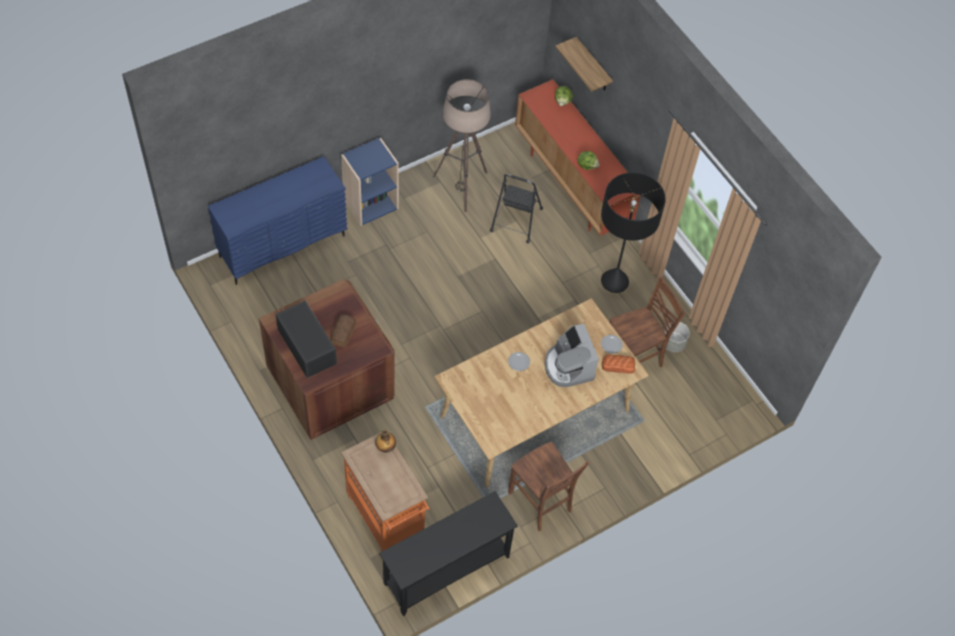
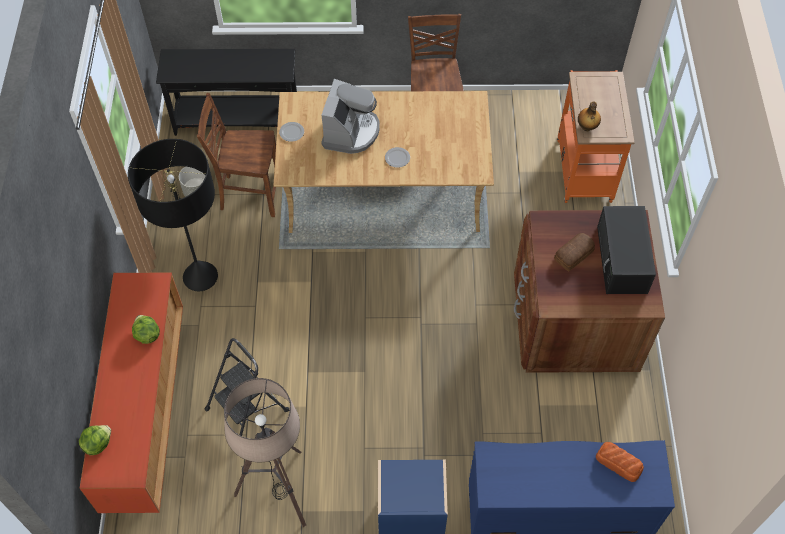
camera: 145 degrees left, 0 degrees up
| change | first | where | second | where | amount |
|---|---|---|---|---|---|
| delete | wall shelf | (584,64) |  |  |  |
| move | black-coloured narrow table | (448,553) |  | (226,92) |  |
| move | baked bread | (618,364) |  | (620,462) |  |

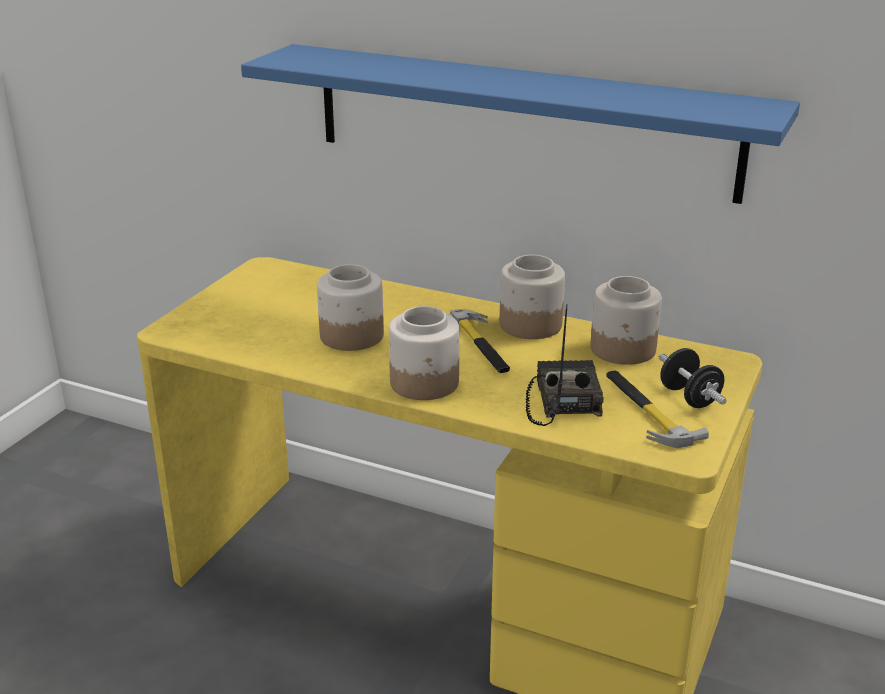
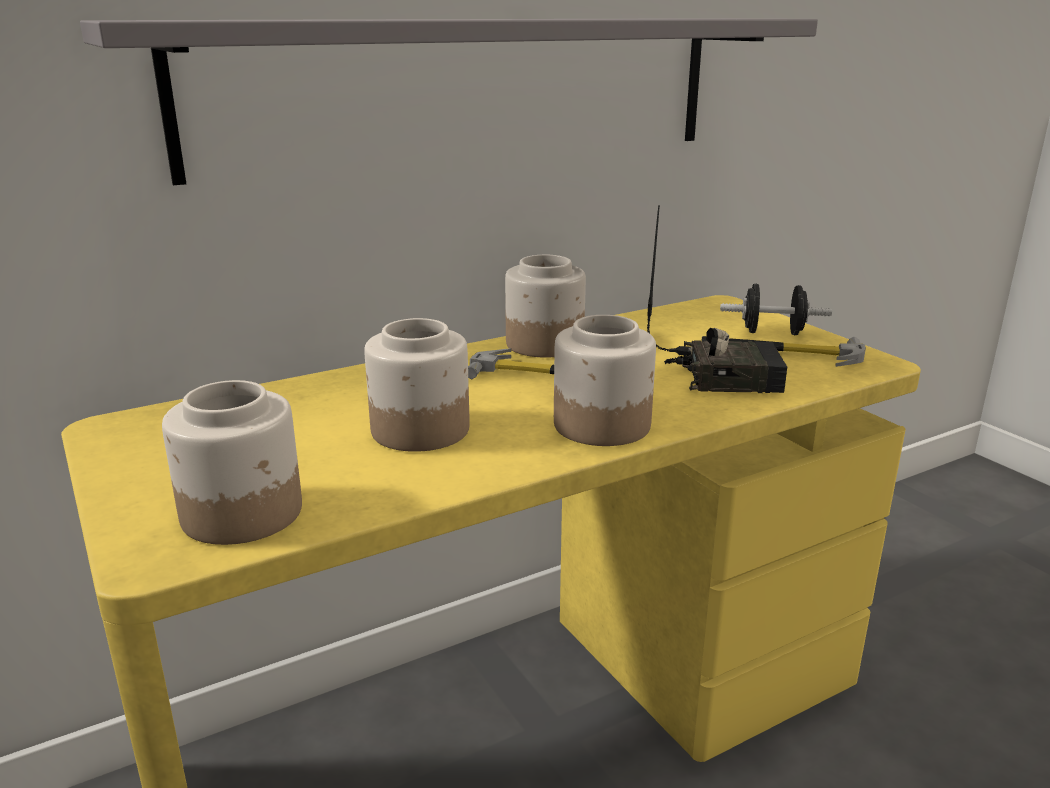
camera: 55 degrees left, 5 degrees down
| change | first | where | second | where | amount |
|---|---|---|---|---|---|
| move | storage jar | (626,320) |  | (232,462) |  |
| recolor | blue wall shelf | (520,124) | grey wall shelf | (449,101) |  |
| rotate | radio set | (565,365) |  | (717,299) | 150 degrees clockwise |

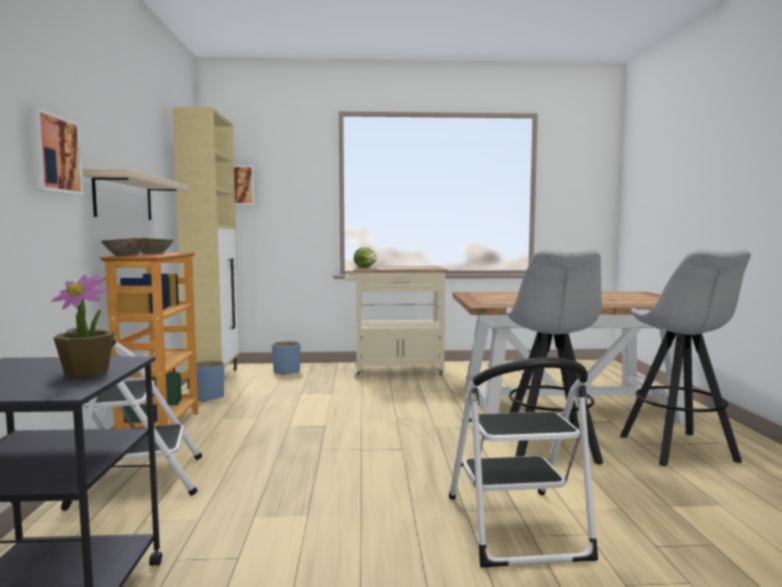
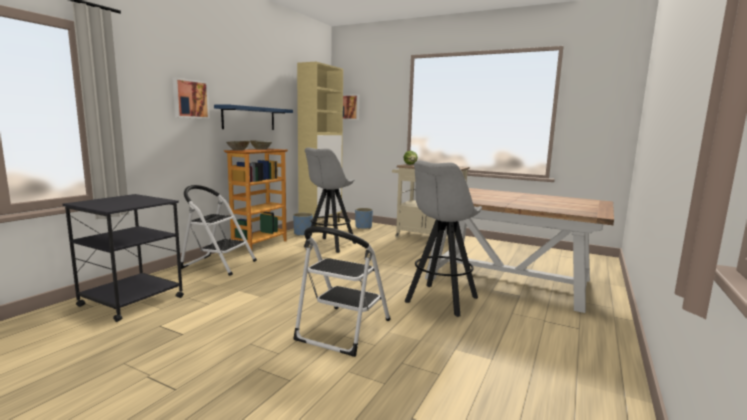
camera: 30 degrees right, 5 degrees up
| change | first | where | second | where | amount |
|---|---|---|---|---|---|
| delete | houseplant | (83,326) |  |  |  |
| move | grey stool seat | (685,357) |  | (330,200) |  |
| recolor | beige wall shelf | (135,194) | blue wall shelf | (253,117) |  |

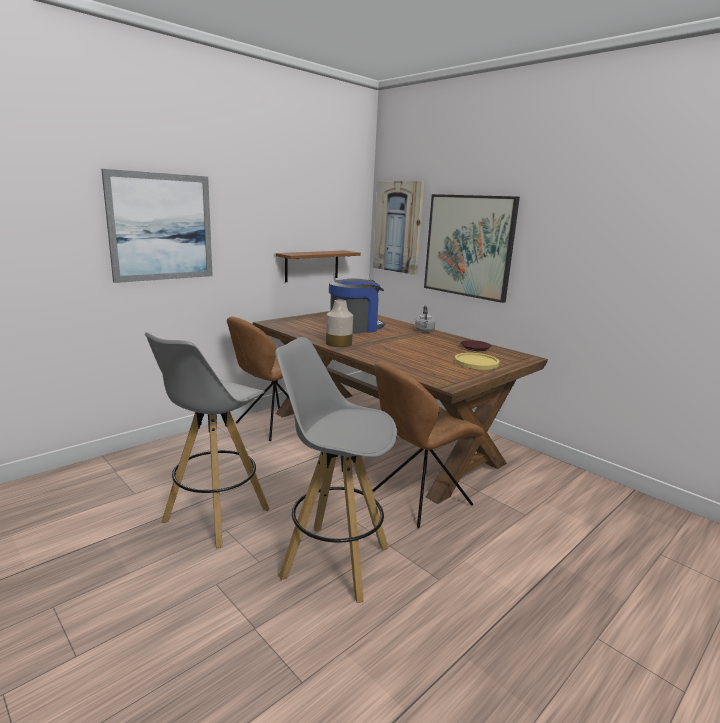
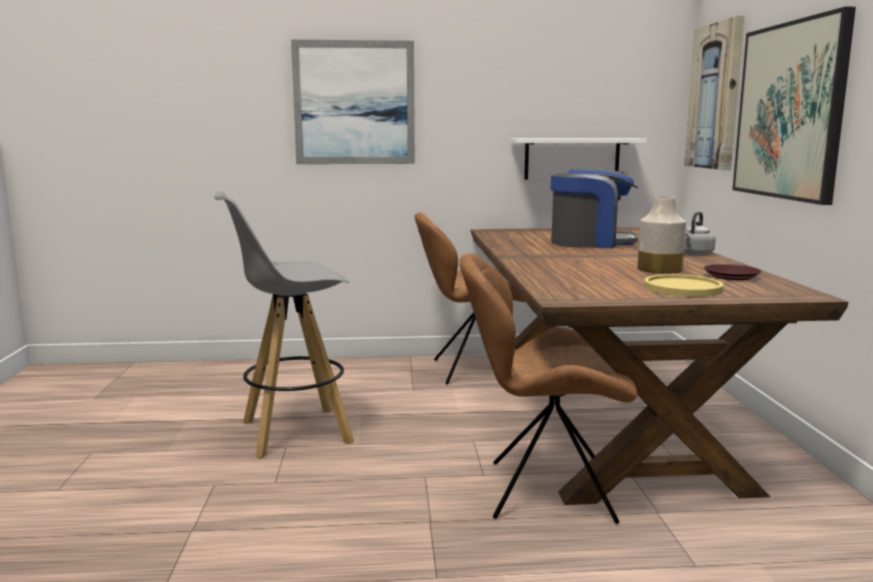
camera: 40 degrees right, 5 degrees down
| change | first | where | second | where | amount |
|---|---|---|---|---|---|
| delete | grey stool seat | (336,470) |  |  |  |
| move | beige flower vase | (339,323) |  | (661,235) |  |
| recolor | brownish wall shelf | (318,266) | white wall shelf | (578,158) |  |

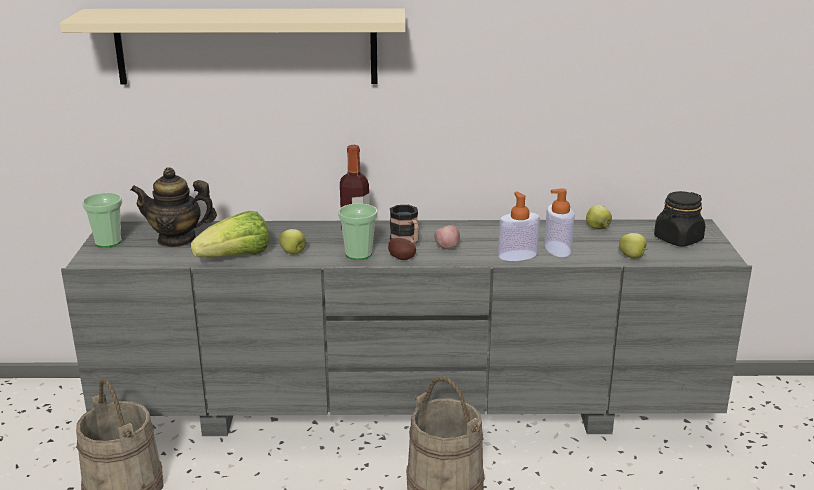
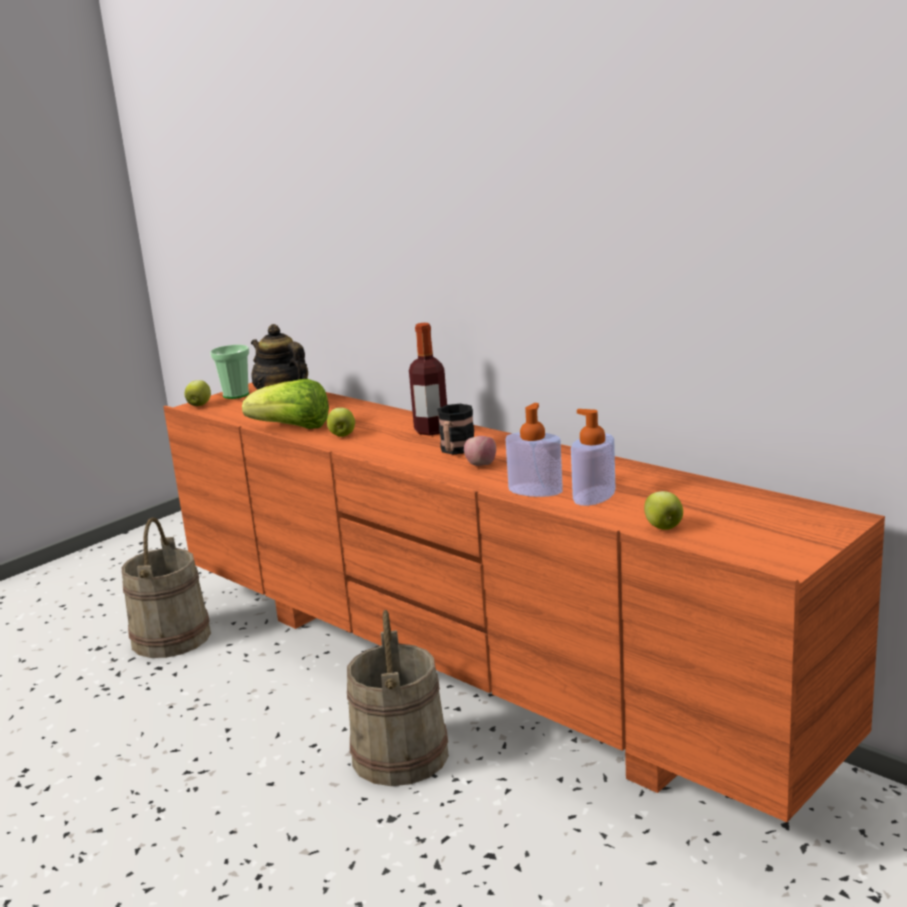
camera: 45 degrees right, 5 degrees down
| change | first | where | second | where | amount |
|---|---|---|---|---|---|
| delete | beige wall shelf | (232,47) |  |  |  |
| delete | cup | (358,231) |  |  |  |
| delete | spud | (402,249) |  |  |  |
| delete | black-coloured storage jar | (679,219) |  |  |  |
| move | apple | (599,217) |  | (198,393) |  |
| recolor | grey cabinet | (406,327) | orange-coloured cabinet | (524,602) |  |

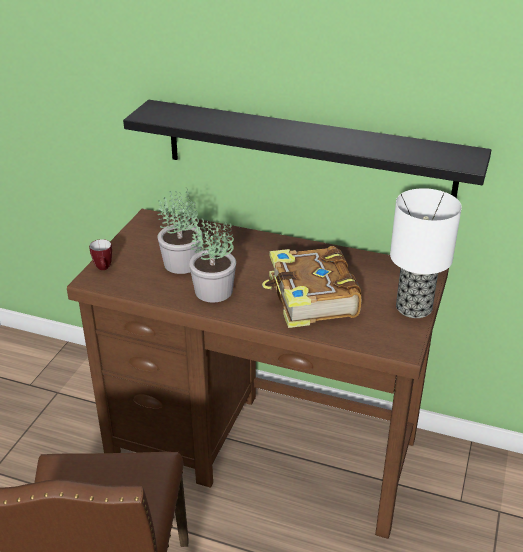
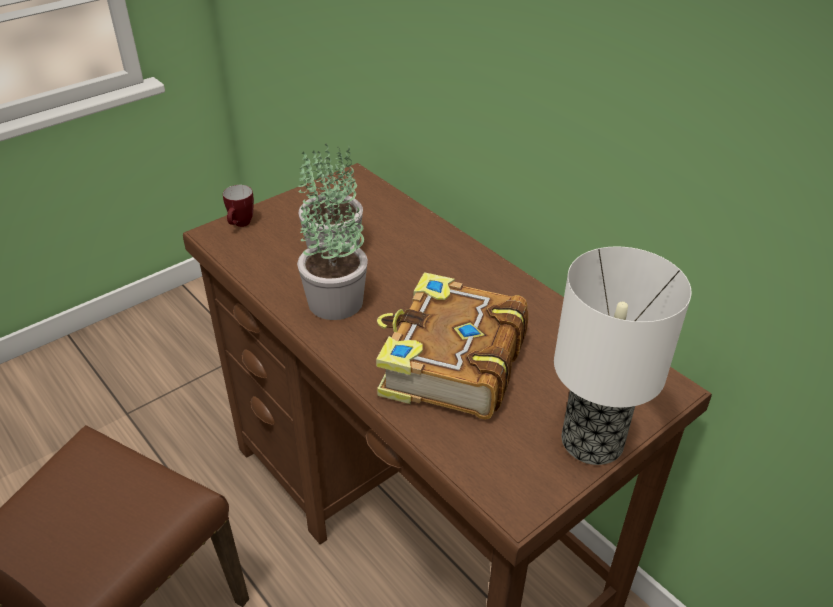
camera: 30 degrees right, 5 degrees up
| change | first | where | second | where | amount |
|---|---|---|---|---|---|
| delete | black-coloured wall shelf | (307,149) |  |  |  |

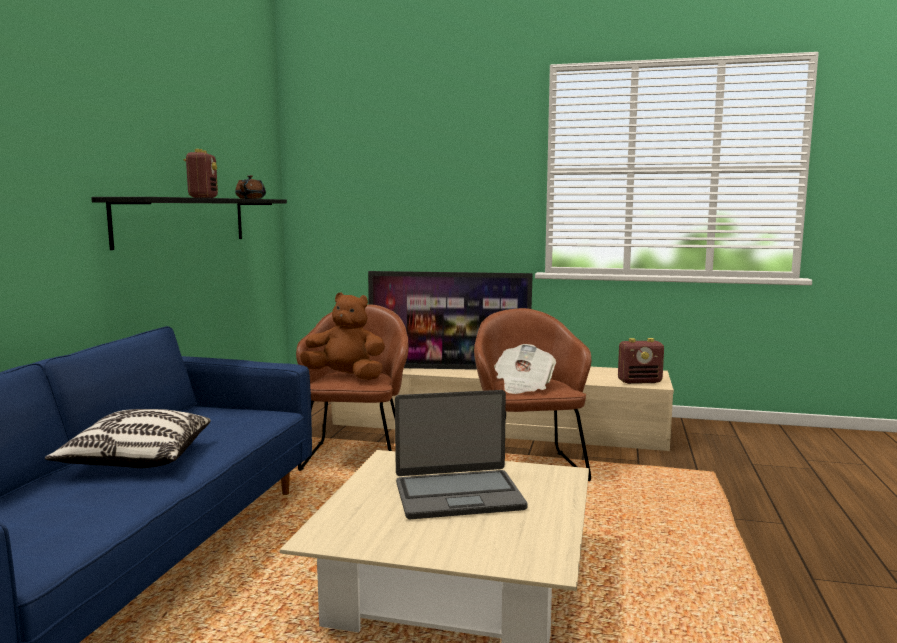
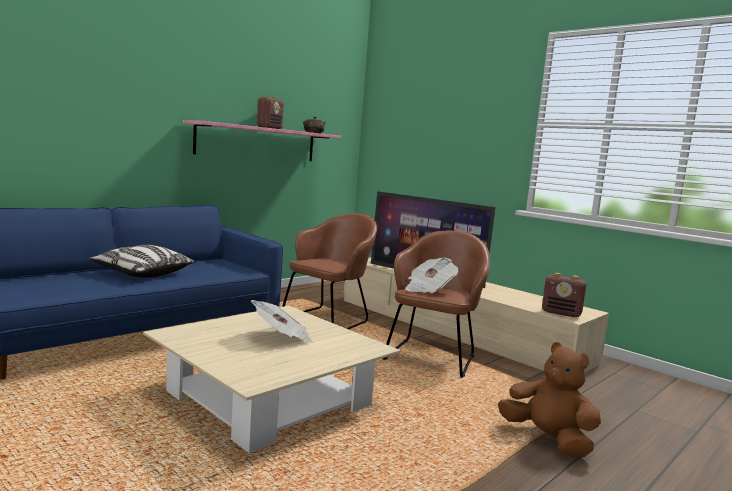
camera: 30 degrees right, 0 degrees up
| change | first | where | second | where | amount |
|---|---|---|---|---|---|
| move | brownish plush toy | (342,336) |  | (549,399) |  |
| replace | laptop | (461,454) | newspaper | (282,321) |  |
| recolor | black-coloured wall shelf | (189,223) | pink wall shelf | (261,140) |  |

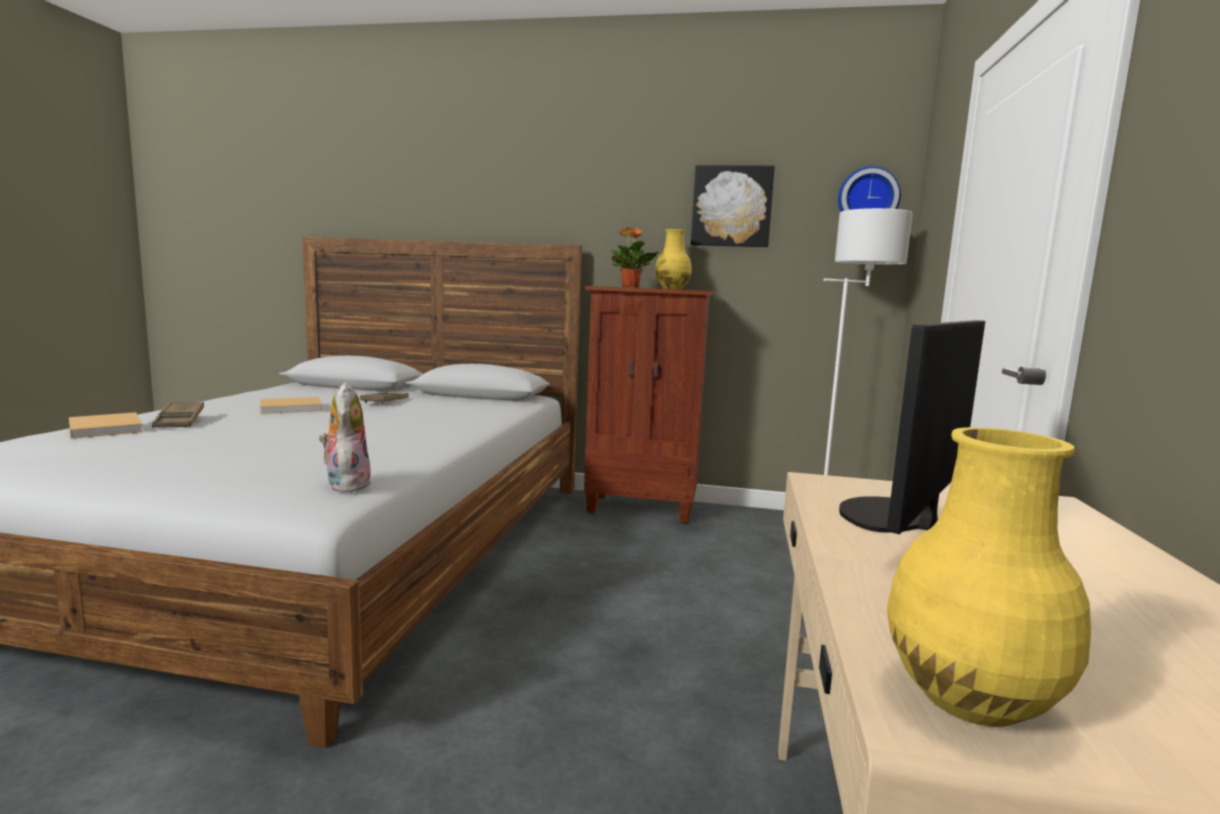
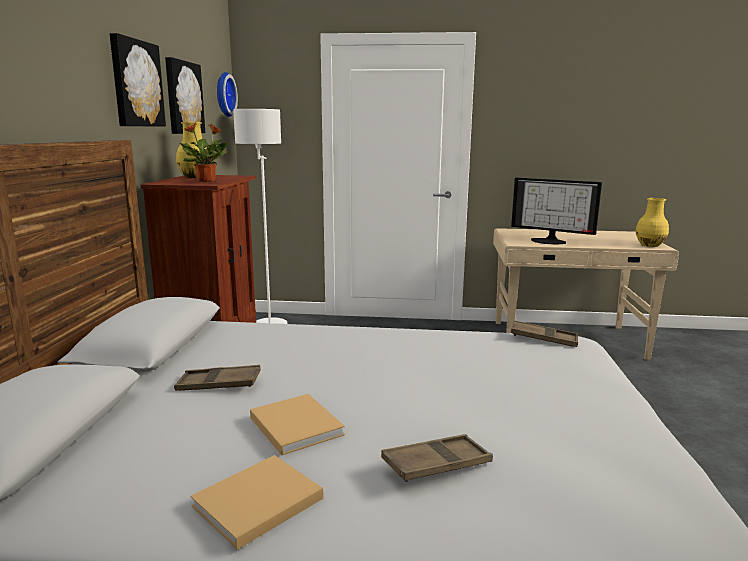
camera: 95 degrees left, 5 degrees up
| change | first | where | second | where | amount |
|---|---|---|---|---|---|
| insert |  |  | wall art | (137,80) |  |
| move | beige volume | (106,425) |  | (257,502) |  |
| replace | plush toy | (345,437) | brownish carrying tray | (544,333) |  |

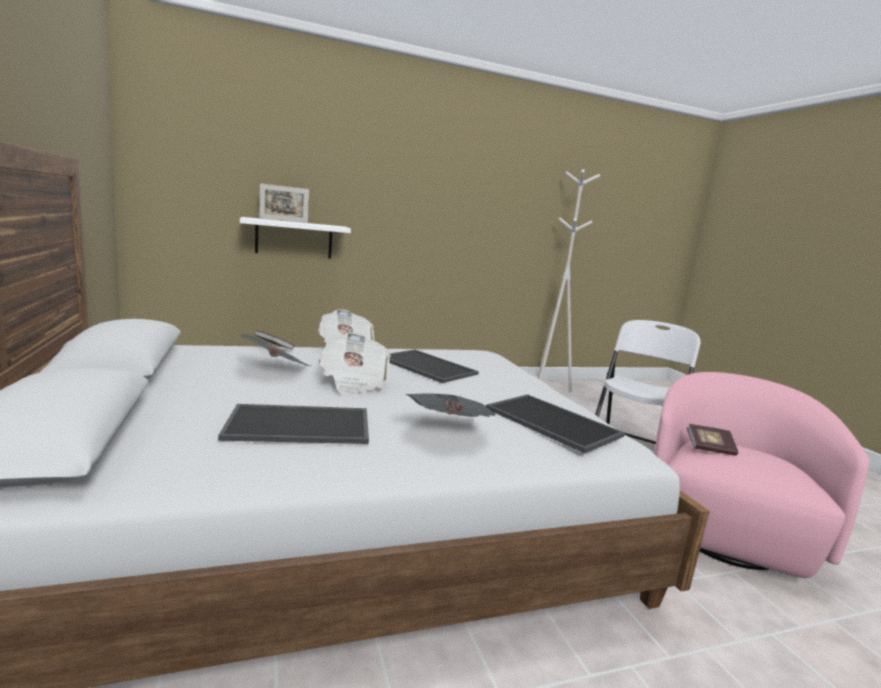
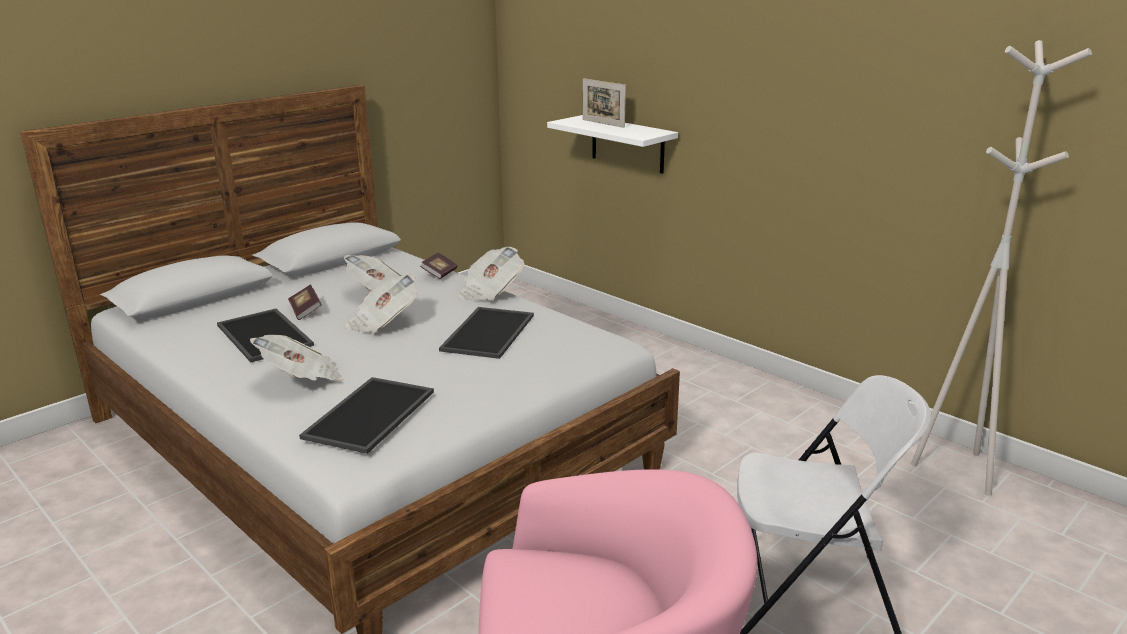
camera: 65 degrees right, 10 degrees up
| change | first | where | second | where | amount |
|---|---|---|---|---|---|
| move | volume | (712,440) |  | (305,302) |  |

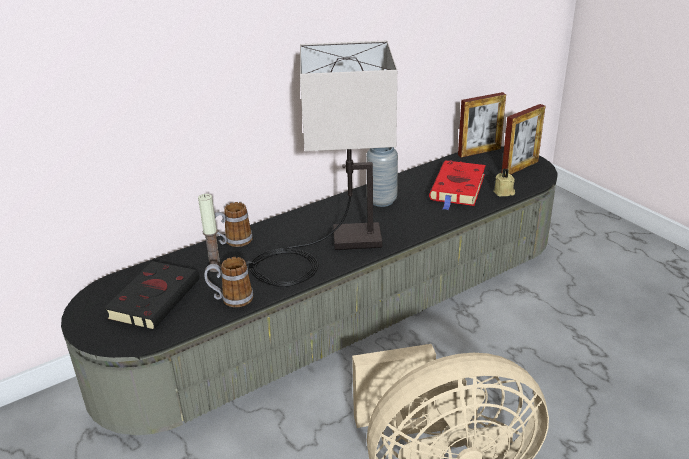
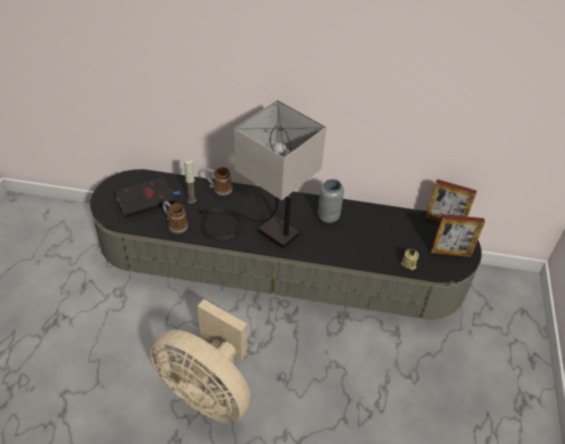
camera: 40 degrees right, 15 degrees up
| change | first | where | second | where | amount |
|---|---|---|---|---|---|
| delete | red-coloured volume | (457,185) |  |  |  |

